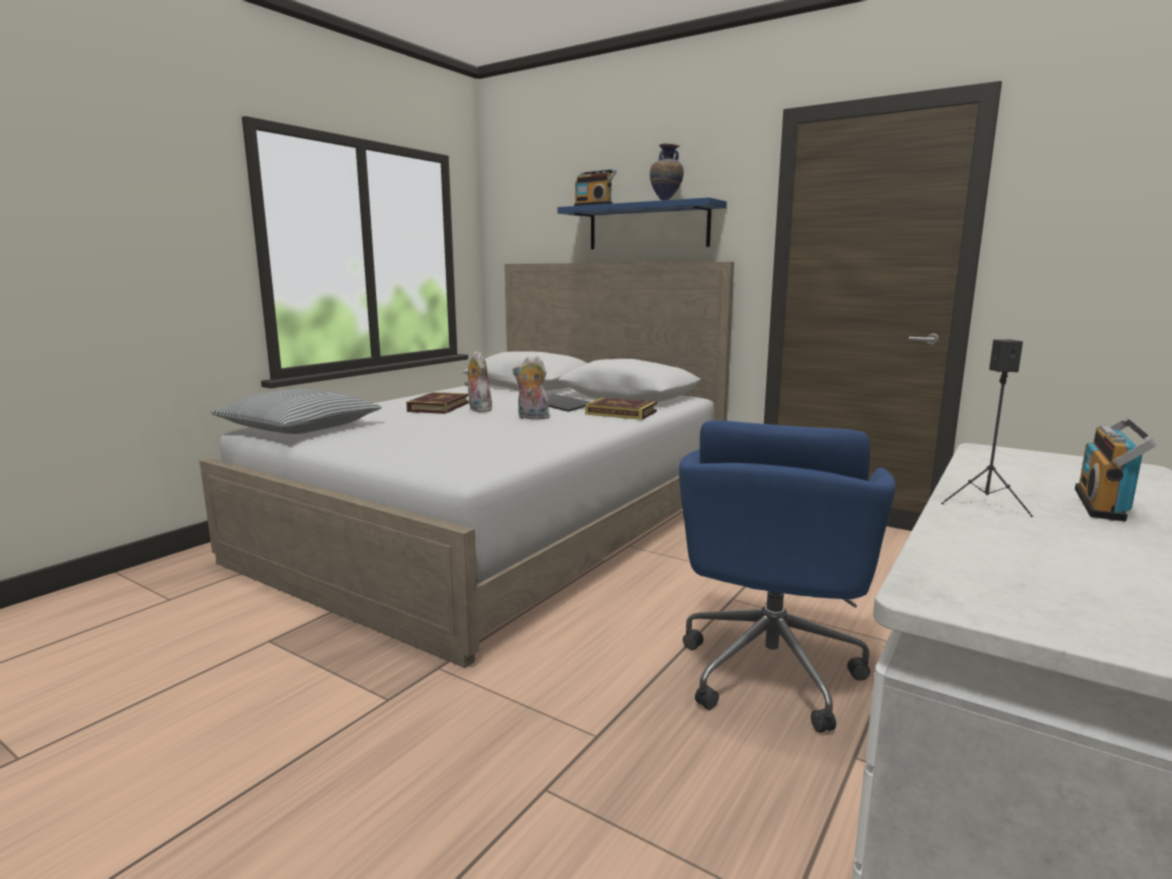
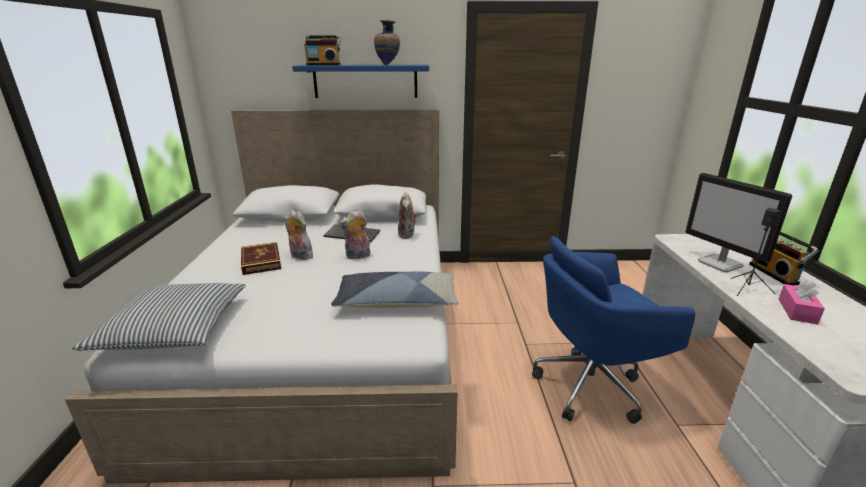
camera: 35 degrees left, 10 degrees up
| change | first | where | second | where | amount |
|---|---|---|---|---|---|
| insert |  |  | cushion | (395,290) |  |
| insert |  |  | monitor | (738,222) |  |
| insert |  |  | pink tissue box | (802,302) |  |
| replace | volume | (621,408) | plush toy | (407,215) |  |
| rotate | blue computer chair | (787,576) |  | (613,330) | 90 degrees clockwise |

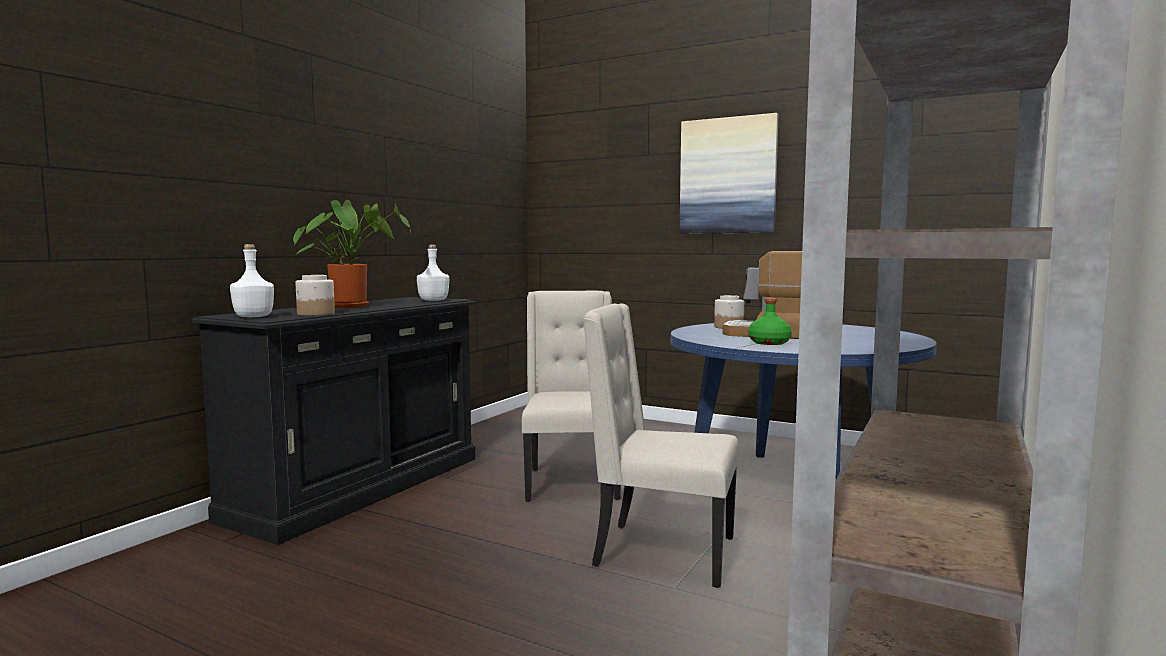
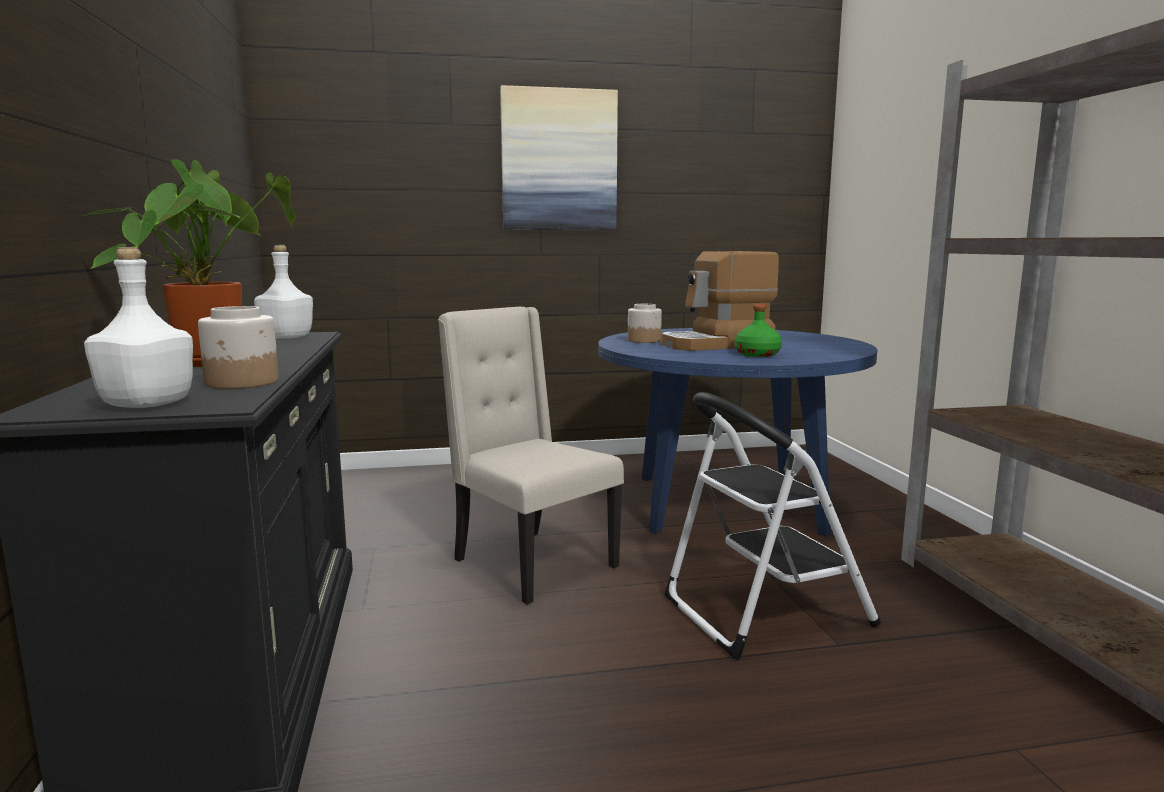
camera: 40 degrees left, 5 degrees up
| change | first | where | second | where | amount |
|---|---|---|---|---|---|
| replace | beige chair | (661,446) | stepladder | (772,526) |  |

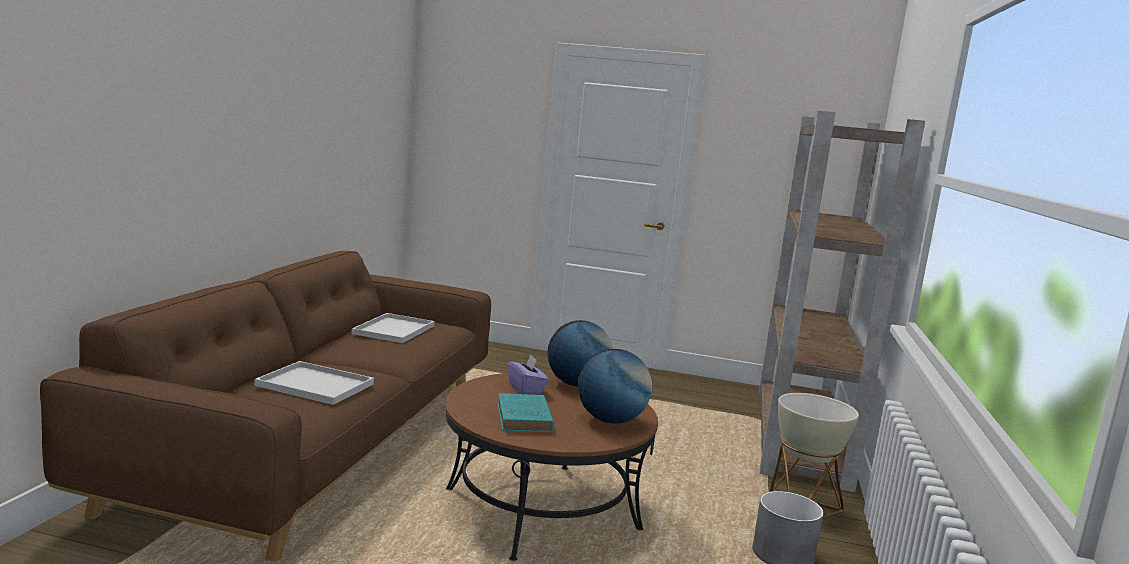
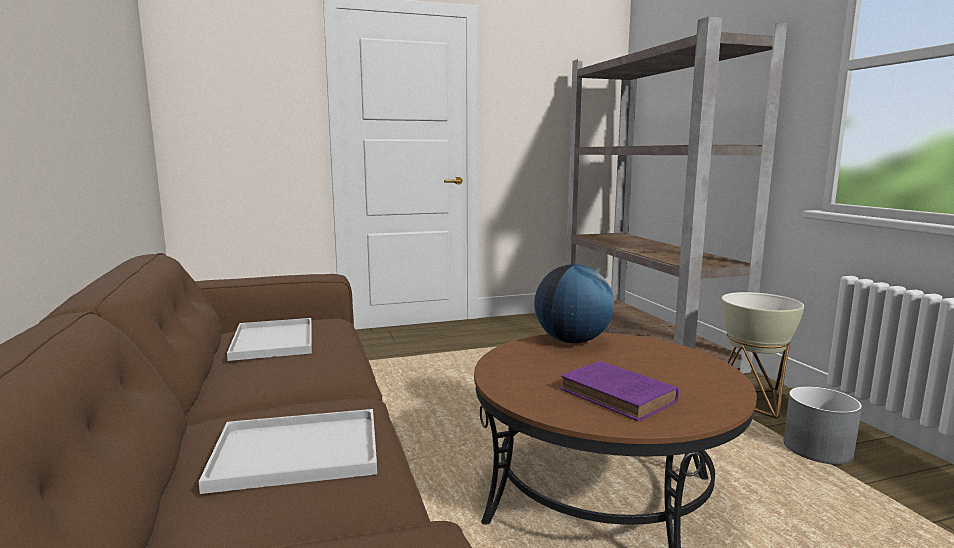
camera: 30 degrees left, 0 degrees up
| change | first | where | second | where | amount |
|---|---|---|---|---|---|
| delete | purple tissue box | (528,375) |  |  |  |
| delete | world globe | (615,386) |  |  |  |
| recolor | turquoise volume | (525,413) | purple volume | (619,391) |  |

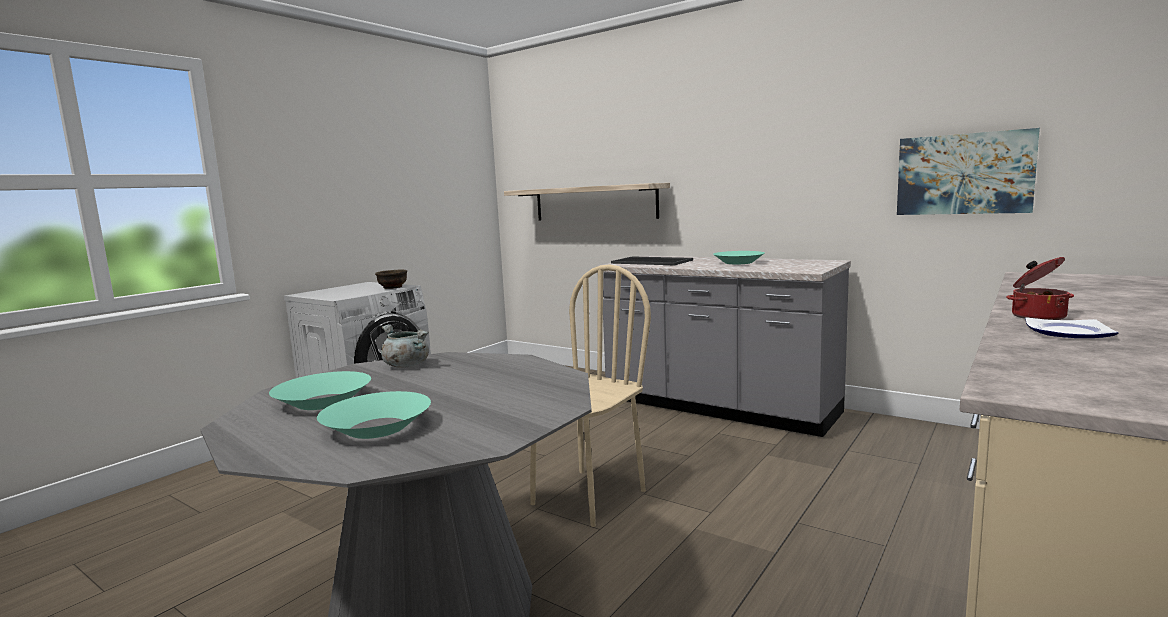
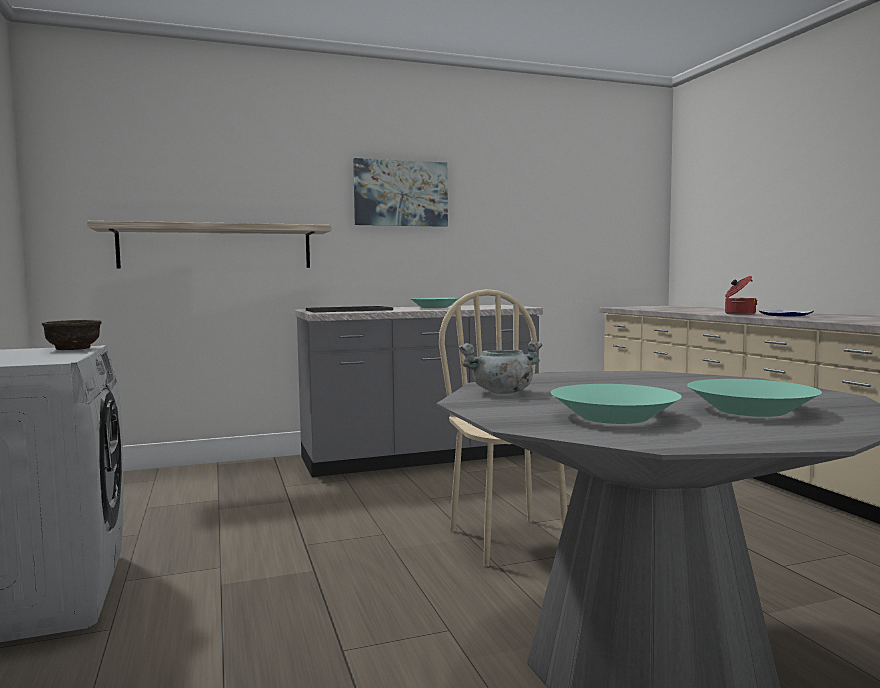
camera: 55 degrees left, 5 degrees down
| change | first | where | second | where | amount |
|---|---|---|---|---|---|
| move | wall art | (968,171) |  | (400,192) |  |

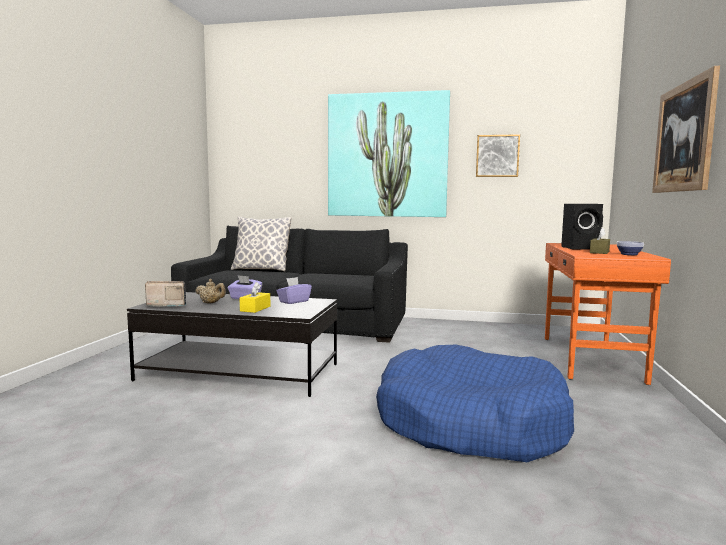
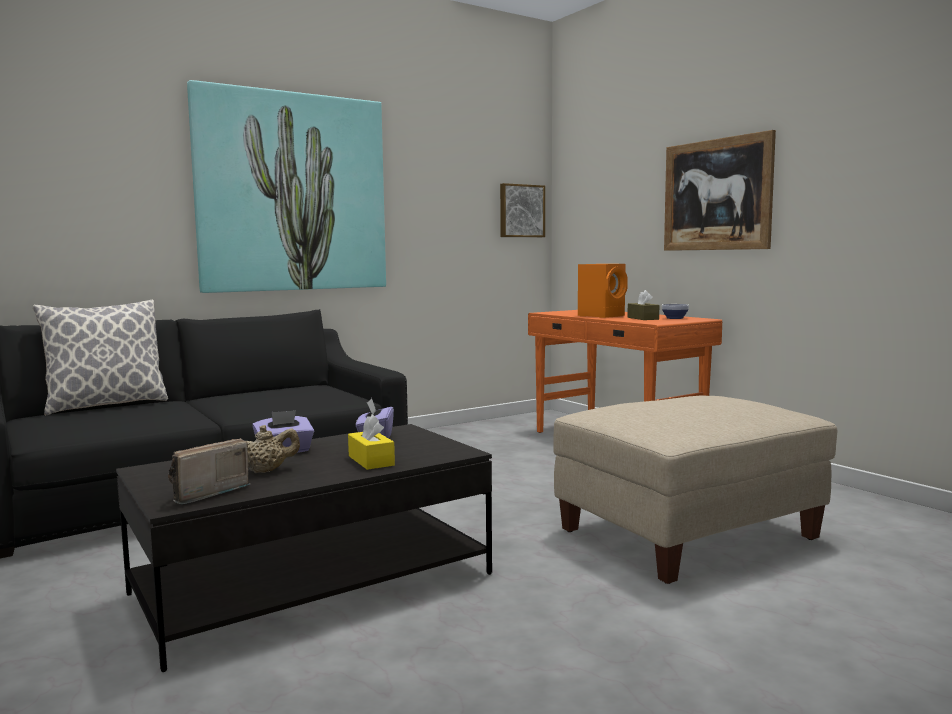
camera: 45 degrees left, 0 degrees up
| change | first | where | second | where | amount |
|---|---|---|---|---|---|
| move | wall art | (498,155) |  | (522,210) |  |
| replace | blue dog bed | (475,403) | beige footrest | (695,490) |  |
| recolor | black-coloured loudspeaker | (582,227) | orange-coloured loudspeaker | (603,291) |  |

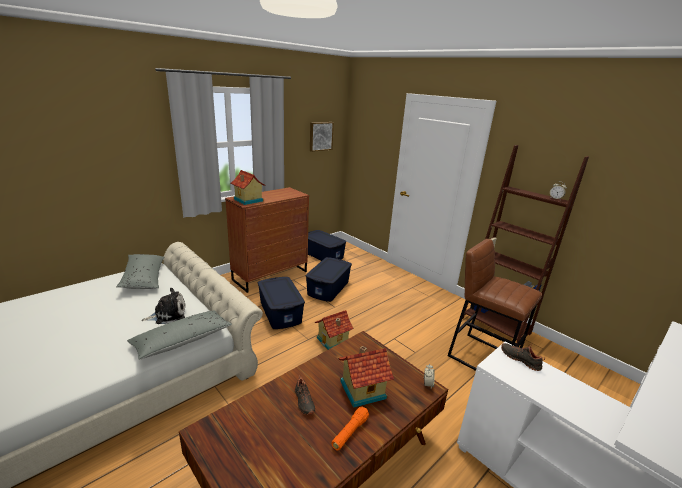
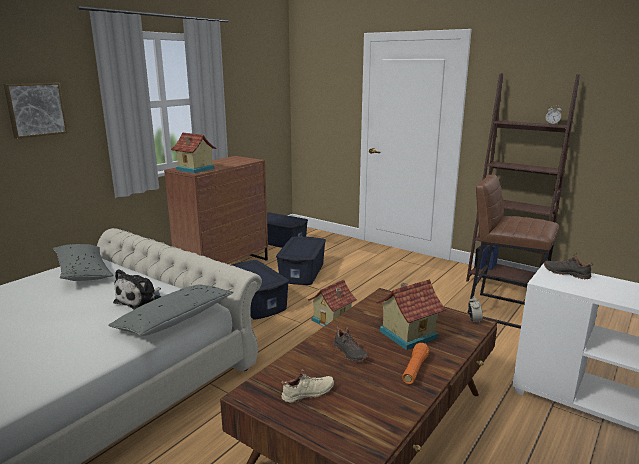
camera: 10 degrees left, 5 degrees down
| change | first | where | second | where | amount |
|---|---|---|---|---|---|
| insert |  |  | beige shoe | (308,386) |  |
| move | wall art | (322,137) |  | (36,111) |  |
| rotate | plush toy | (163,306) |  | (137,289) | 150 degrees clockwise |

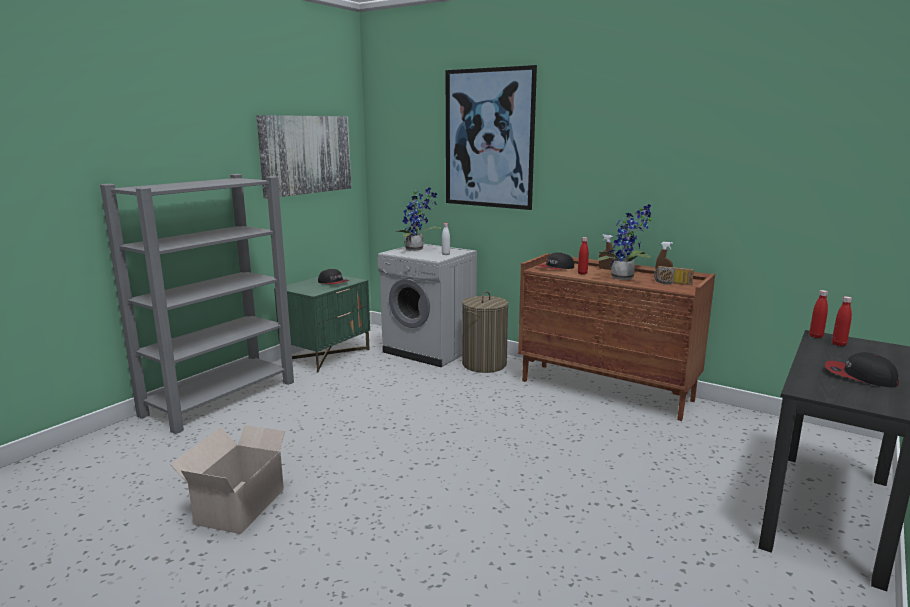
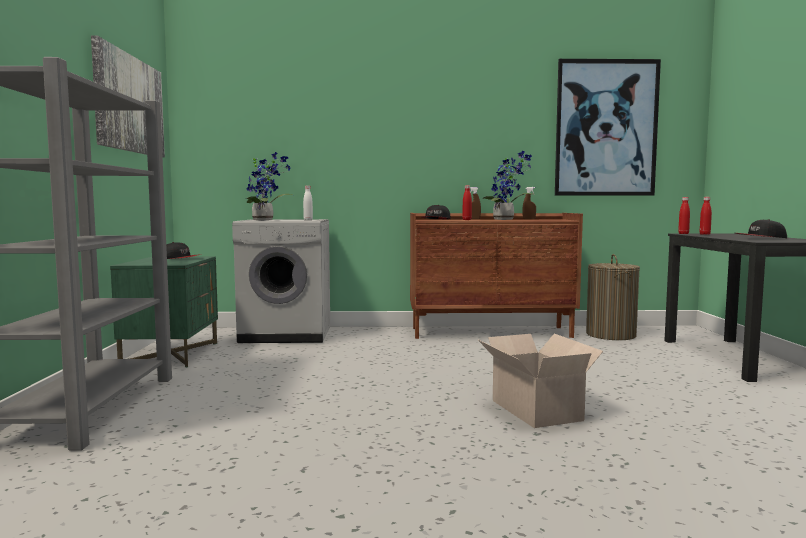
camera: 35 degrees left, 10 degrees down
| change | first | where | second | where | amount |
|---|---|---|---|---|---|
| delete | radio set | (674,275) |  |  |  |
| move | carton | (231,479) |  | (540,381) |  |
| move | wall art | (491,137) |  | (608,127) |  |
| move | laundry basket | (485,332) |  | (613,297) |  |

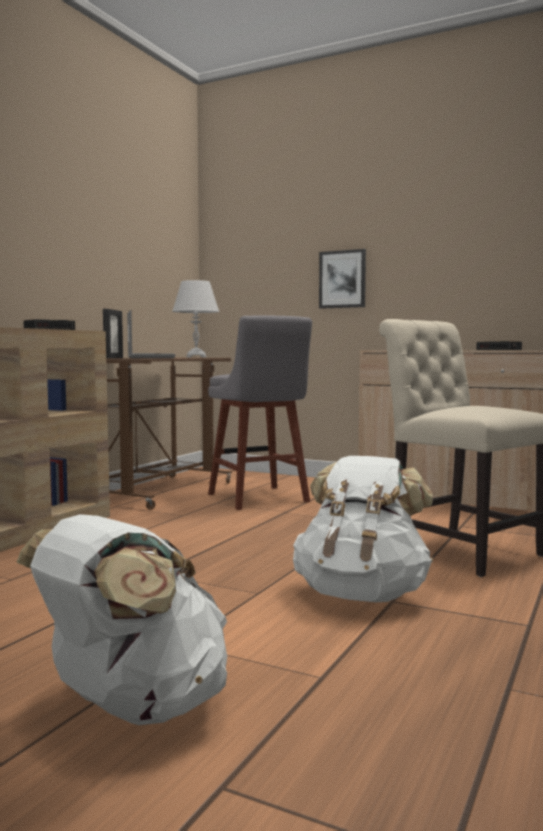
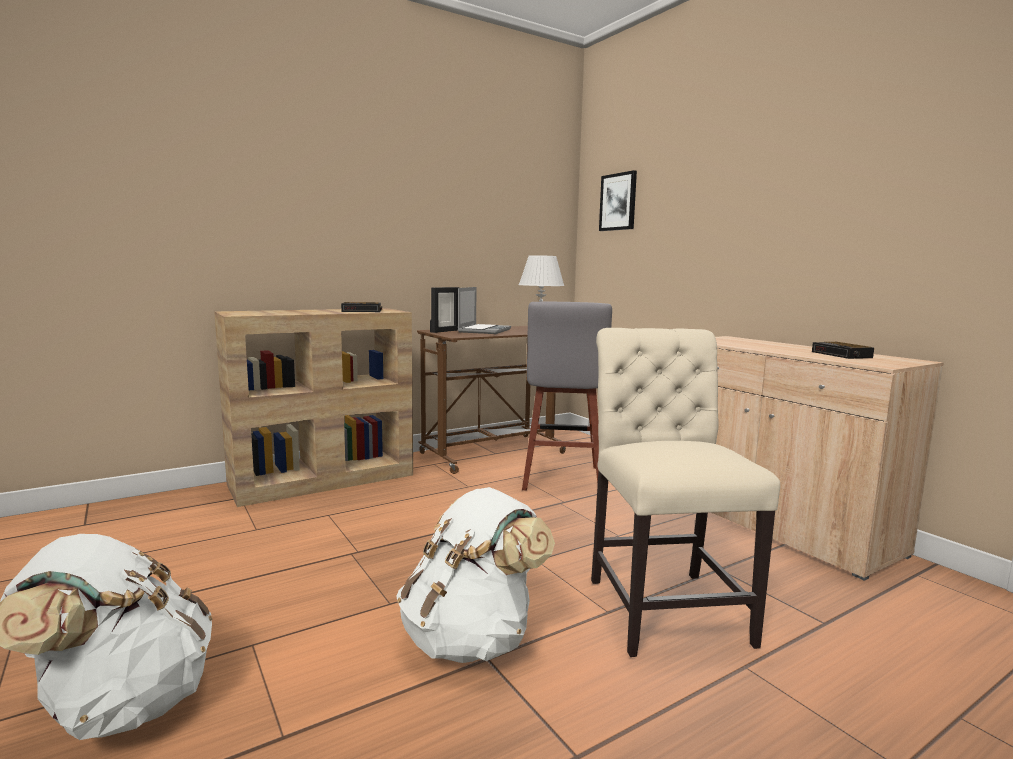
camera: 30 degrees right, 5 degrees up
| change | first | where | second | where | amount |
|---|---|---|---|---|---|
| move | wall art | (342,279) |  | (618,200) |  |

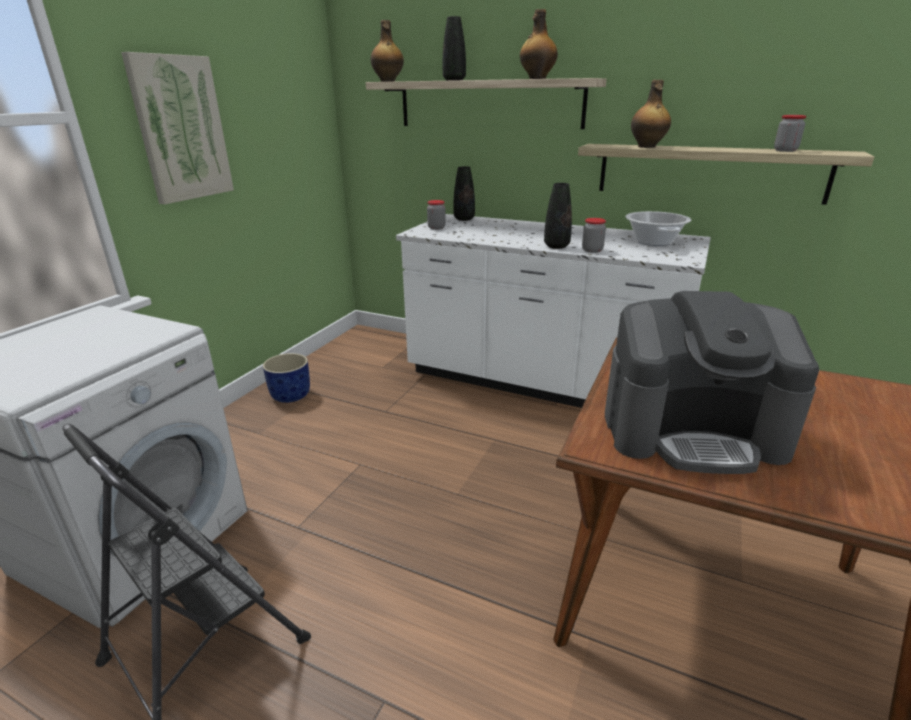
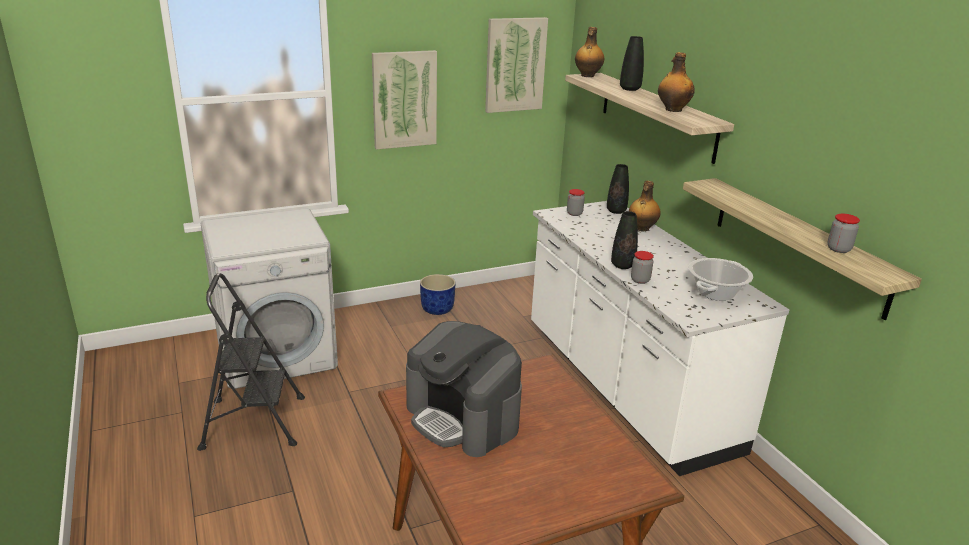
camera: 40 degrees right, 0 degrees up
| change | first | where | second | where | amount |
|---|---|---|---|---|---|
| insert |  |  | wall art | (516,65) |  |
| move | beverage bottle | (651,114) |  | (645,206) |  |

